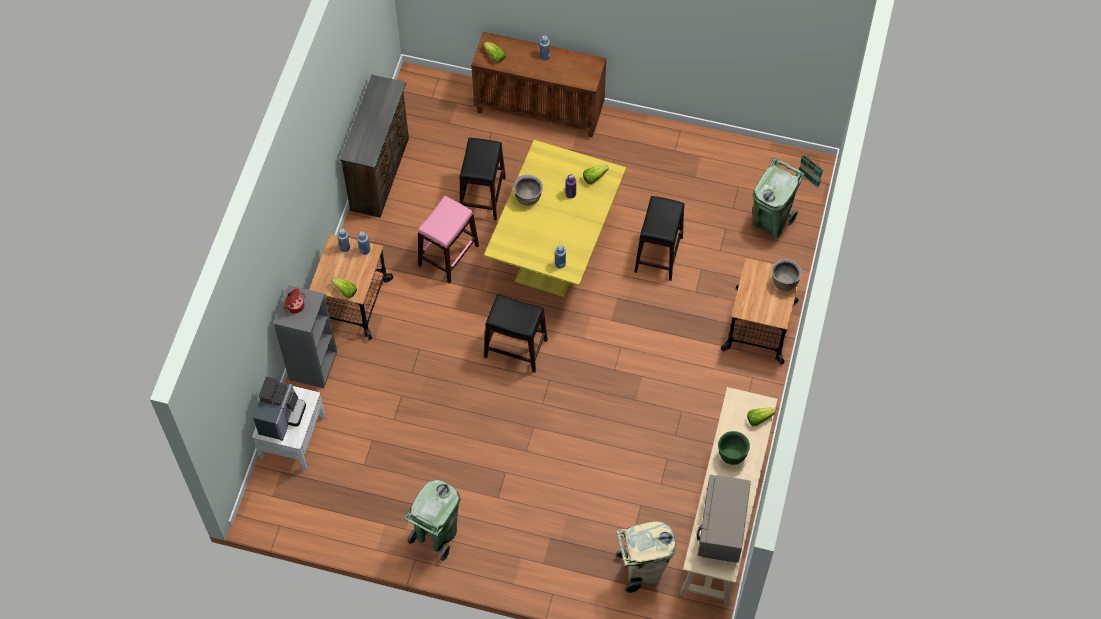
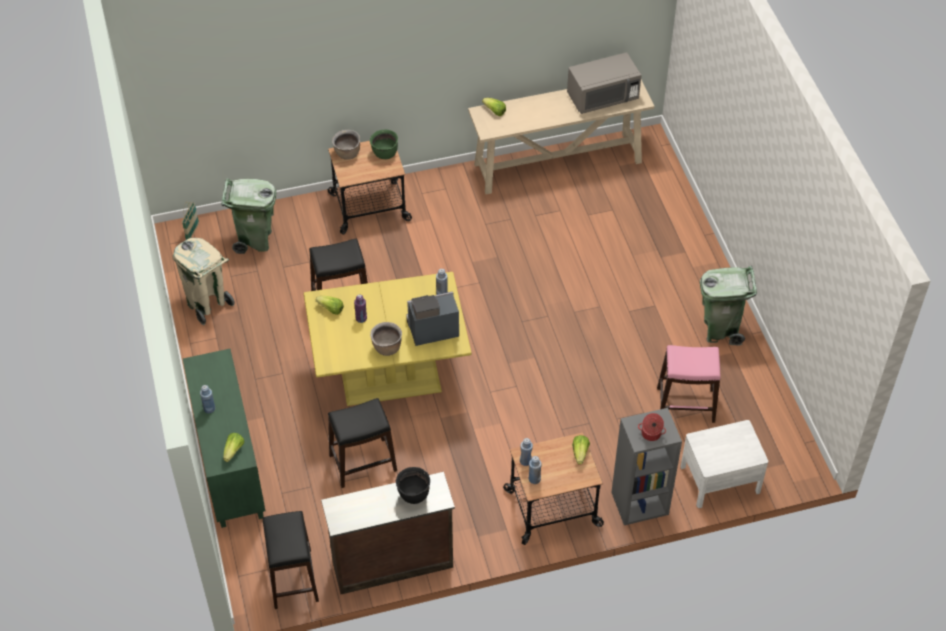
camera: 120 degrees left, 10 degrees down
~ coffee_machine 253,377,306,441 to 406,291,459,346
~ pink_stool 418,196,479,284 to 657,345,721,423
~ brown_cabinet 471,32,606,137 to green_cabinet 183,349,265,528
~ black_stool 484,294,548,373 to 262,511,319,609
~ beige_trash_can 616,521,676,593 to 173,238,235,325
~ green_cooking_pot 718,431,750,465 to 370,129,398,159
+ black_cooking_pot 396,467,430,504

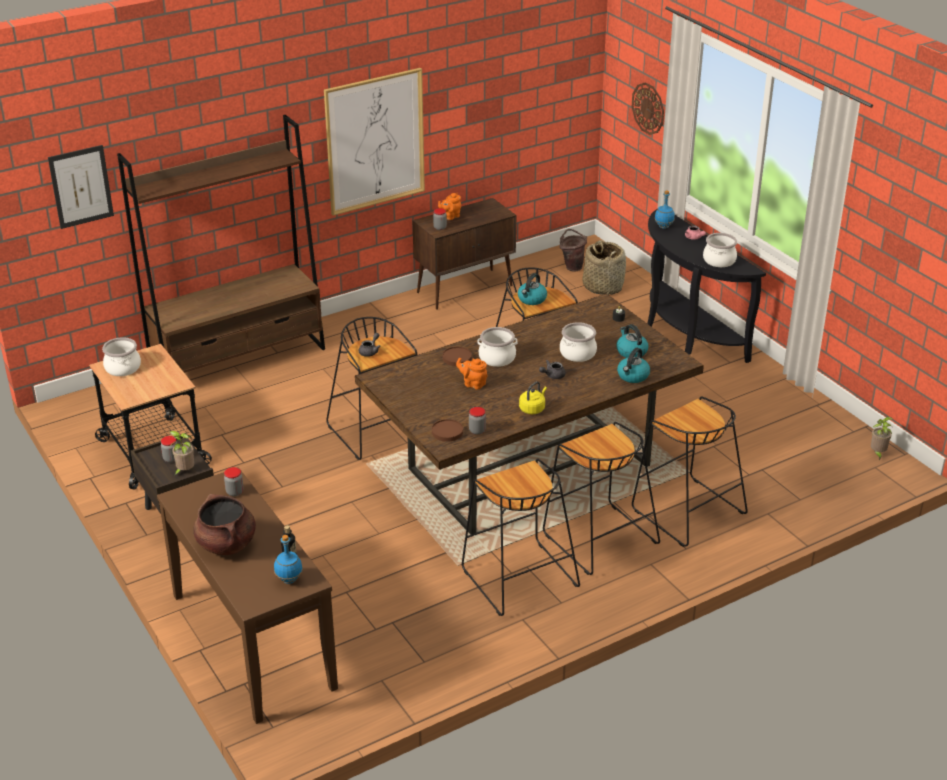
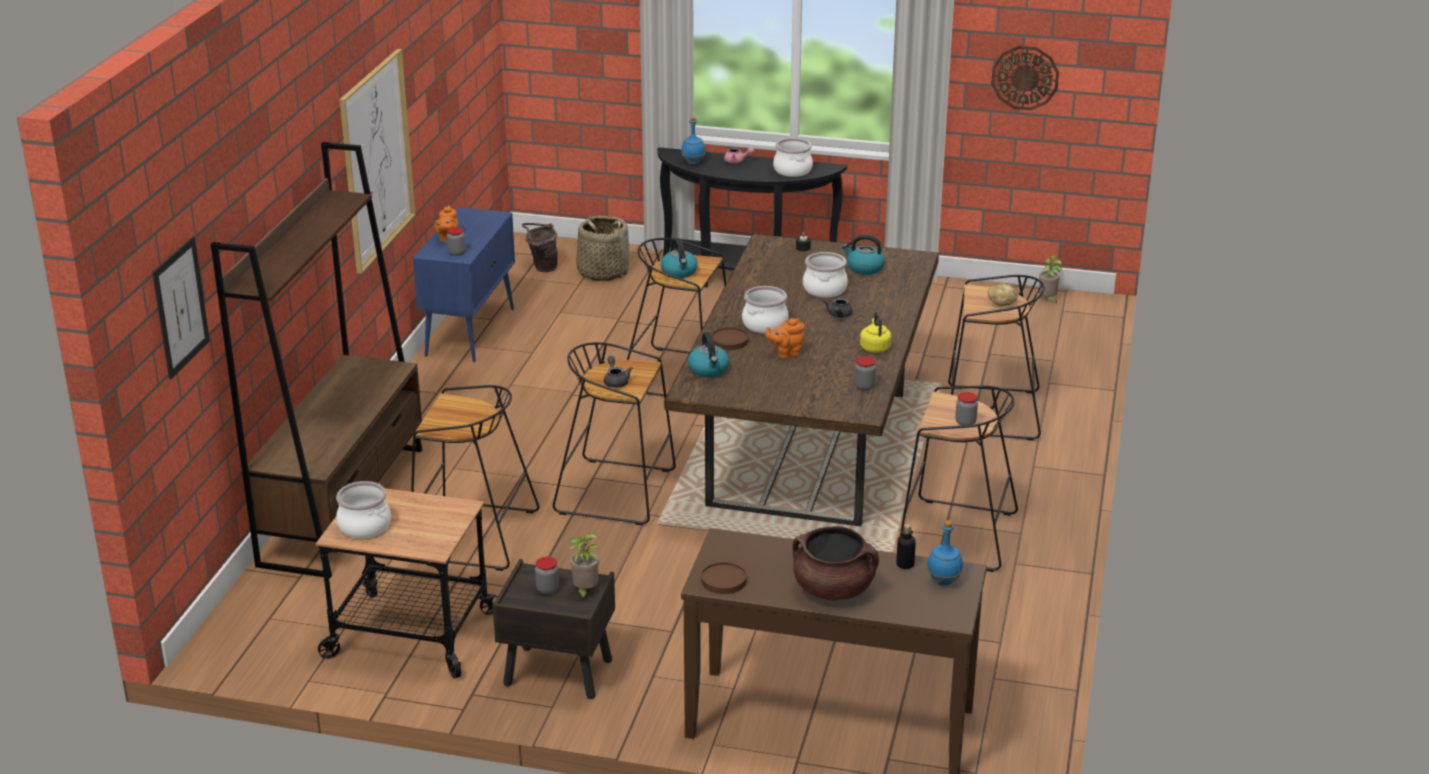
camera: 45 degrees left, 5 degrees down
~ jar 224,467,244,496 to 955,392,978,426
~ brown_cabinet 412,198,516,310 to blue_cabinet 413,207,515,363
~ brown_plate 432,419,463,442 to 701,562,747,594
~ black_stool 543,422,660,575 to 411,385,539,571
~ kettle 617,348,650,383 to 688,332,729,377
~ wall_clock 632,82,664,135 to 991,46,1059,110
+ bread 988,284,1018,306

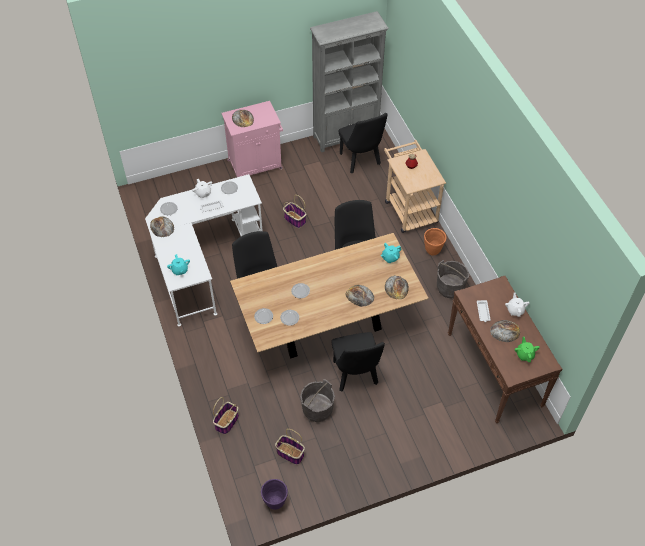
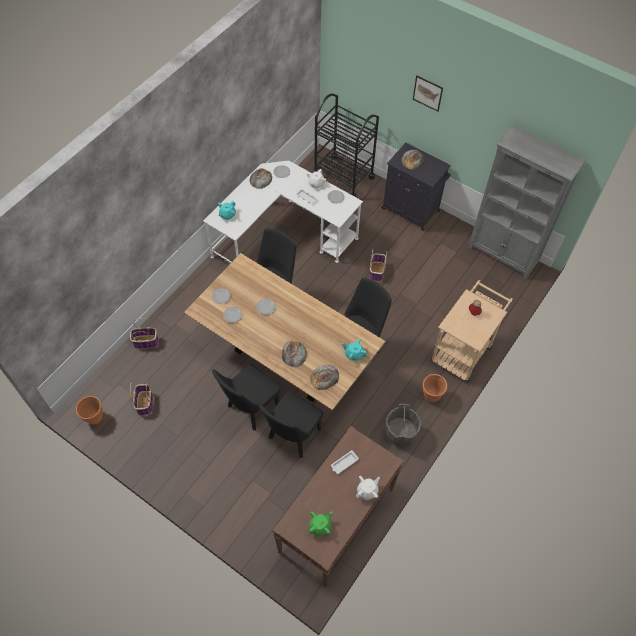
camera: 55 degrees right, 5 degrees up
~ pink_cabinet 221,101,283,177 to black_cabinet 382,143,451,231
~ purple_planter 261,479,288,510 to orange_planter 76,396,103,425
- grey_bucket 300,379,335,422
~ black_chair 338,113,388,174 to 259,391,323,458
- bread 490,320,520,342
+ black_cart 314,93,379,197
+ picture 413,76,443,112

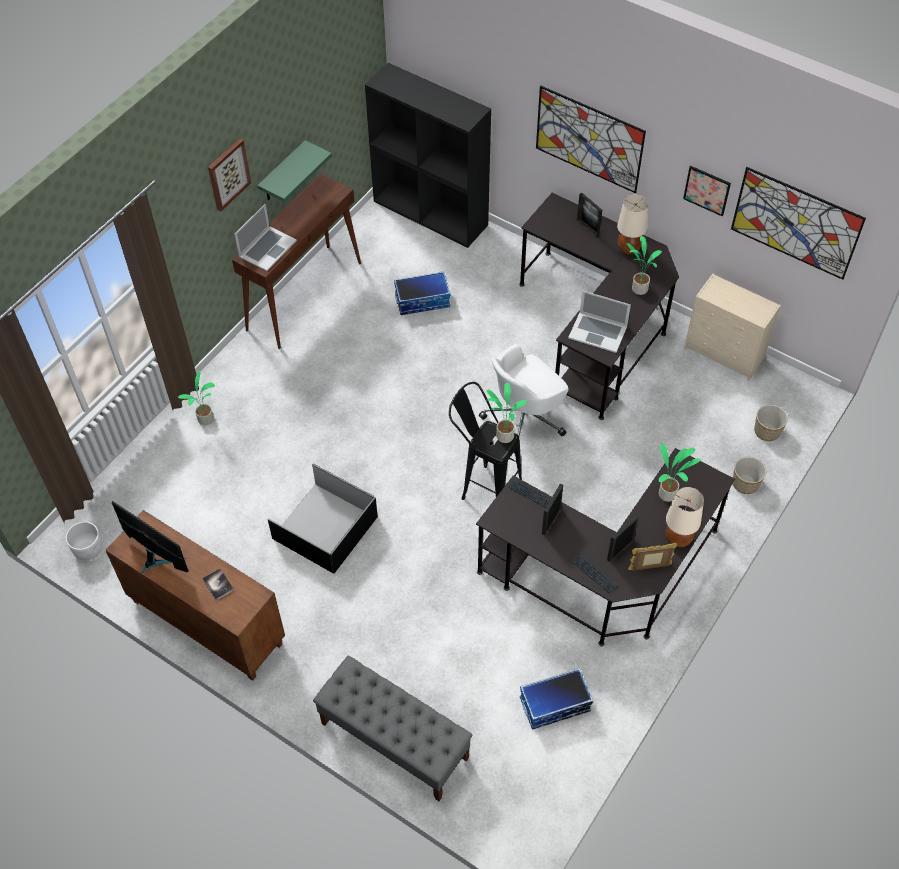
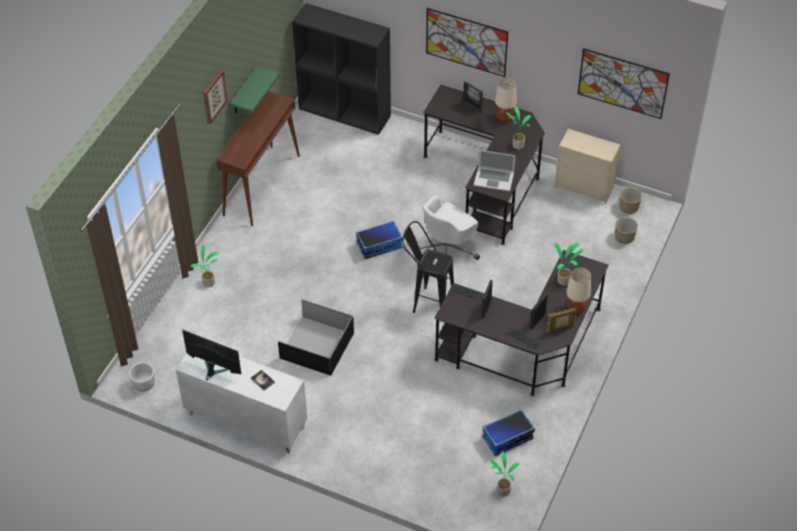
camera: 10 degrees left, 5 degrees down
~ brown_cabinet 105,510,285,681 to white_cabinet 176,353,307,454
- laptop 234,204,297,271
- grey_bench 313,655,473,801
~ storage_box 394,271,451,315 to 356,221,403,259
~ potted_plant 487,383,527,443 to 490,451,519,496
- picture 683,166,731,216
~ planter 733,457,766,494 to 620,187,642,214

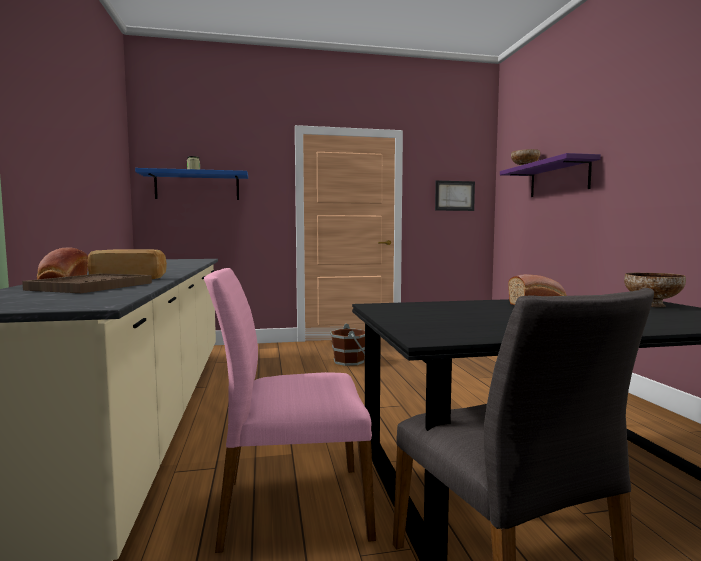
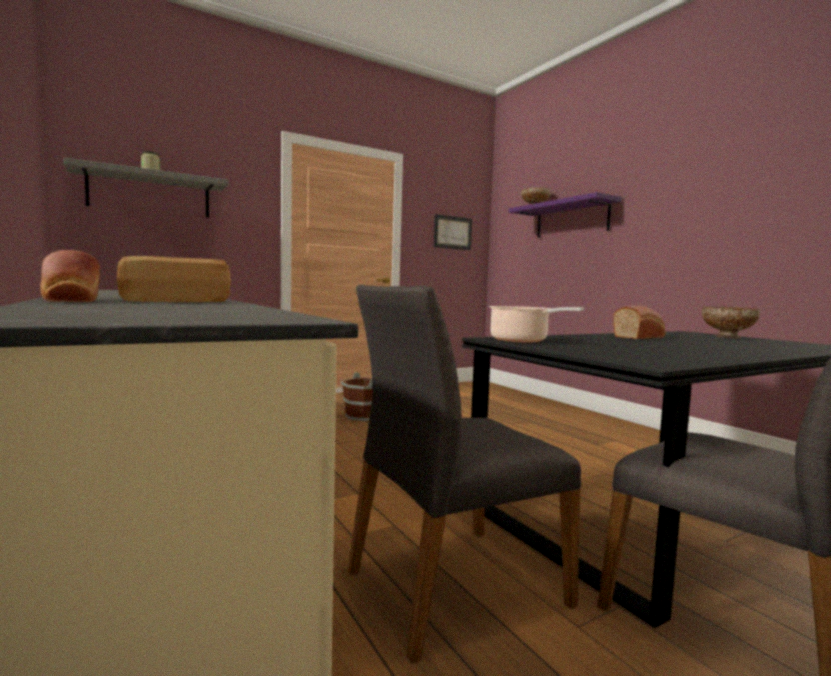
camera: 20 degrees left, 0 degrees up
- brown_tray 22,273,152,293
~ blue_shelf 135,168,248,200 to grey_shelf 63,157,228,218
~ pink_chair 204,268,376,553 to grey_chair 348,284,581,664
+ cooking_pot 489,306,584,343

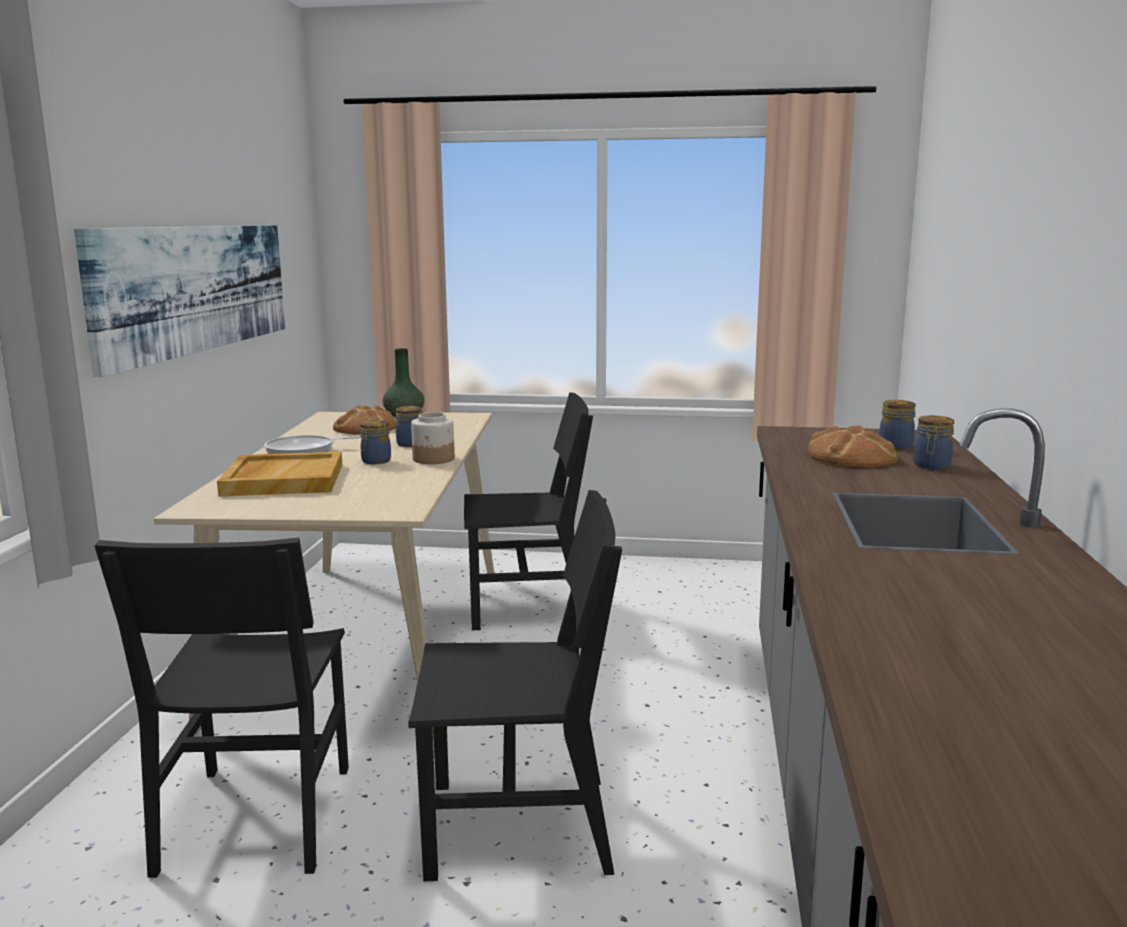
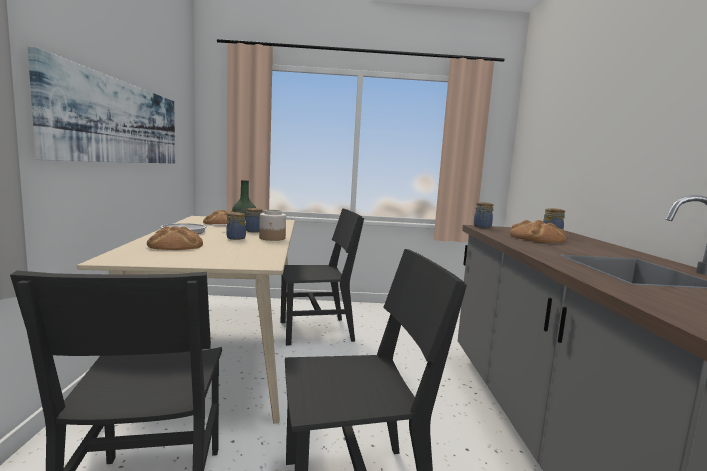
camera: 10 degrees left, 5 degrees down
~ beige_tray 217,452,342,496 to bread 147,226,203,250
~ jar 914,415,954,470 to 474,202,494,228

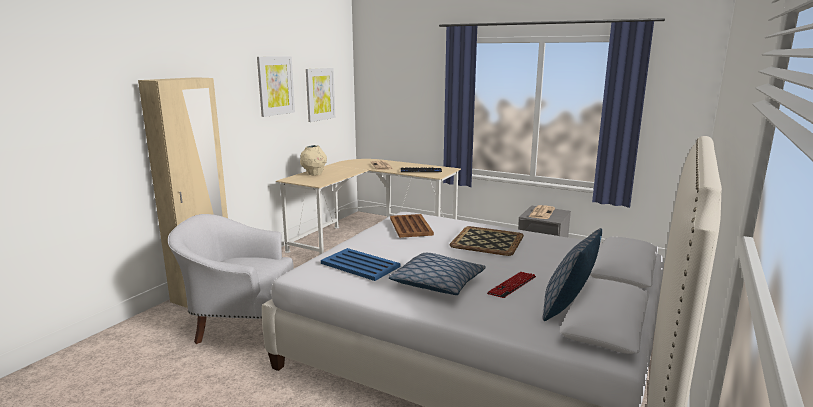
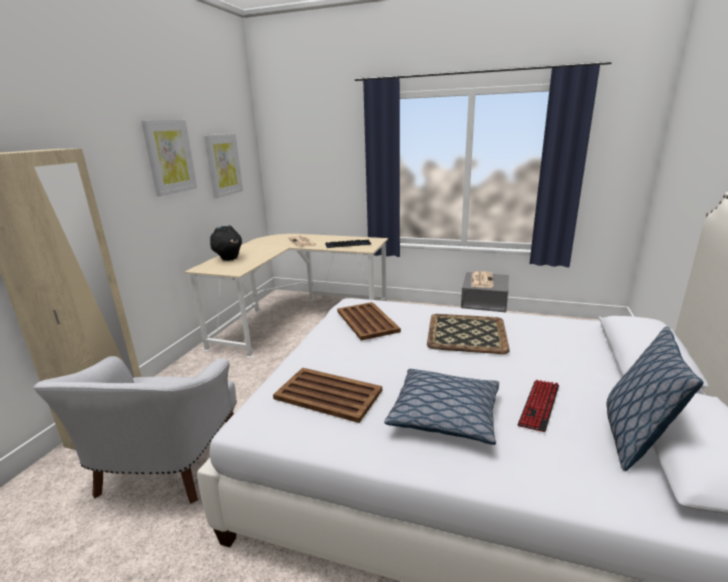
camera: 10 degrees left, 5 degrees up
~ white_armchair 168,214,294,344 = 33,356,237,504 75 degrees counterclockwise
~ beige_vase 300,145,327,176 to black_vase 210,225,242,261
~ blue_tray 321,248,400,281 to brown_tray 273,368,382,423

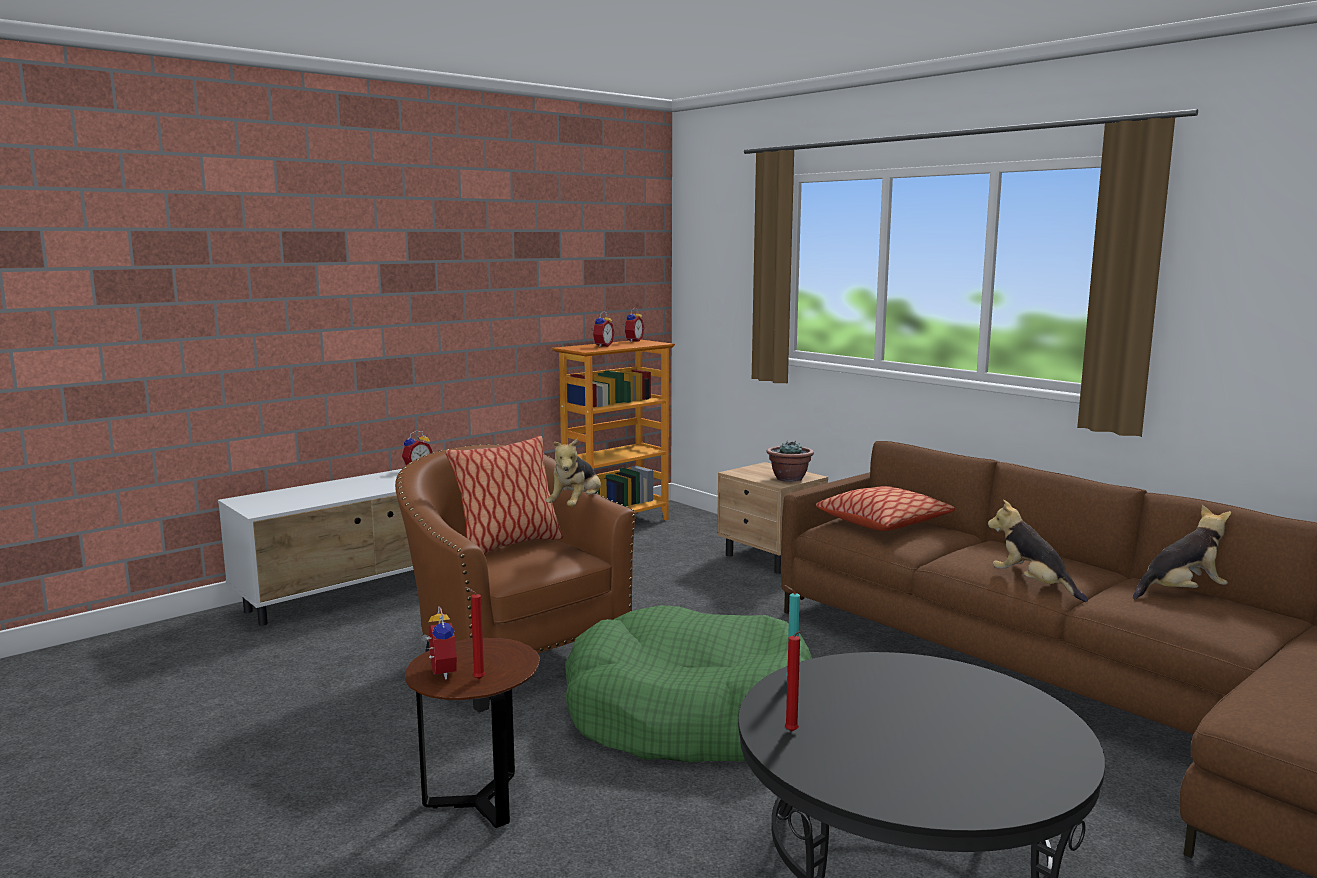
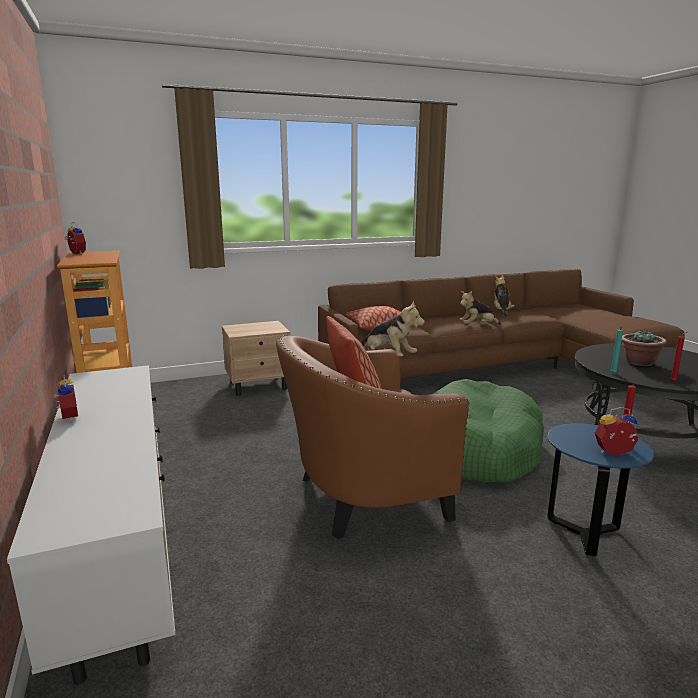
camera: 70 degrees left, 5 degrees up
~ brown_side_table 405,638,540,828 to blue_side_table 547,423,654,556
- alarm_clock 592,311,614,347
~ potted_plant 767,440,814,482 to 621,330,667,366

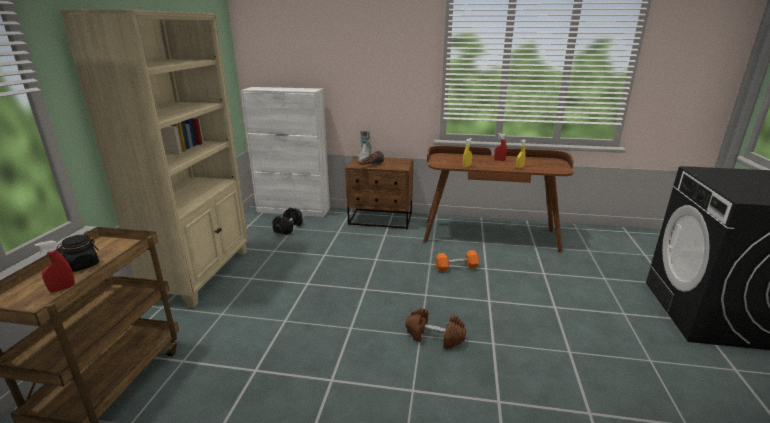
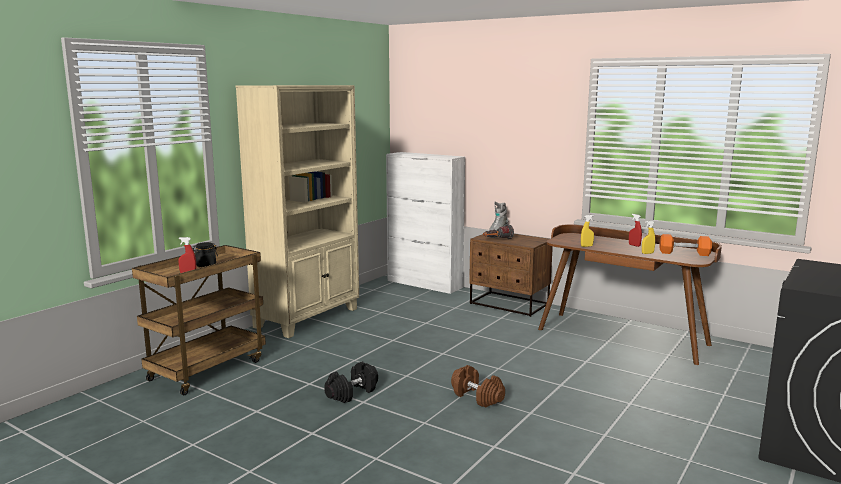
camera: 25 degrees right, 10 degrees down
~ black_dumbbell 272,207,303,235 to 325,361,378,403
~ orange_dumbbell 435,250,479,272 to 660,234,712,256

